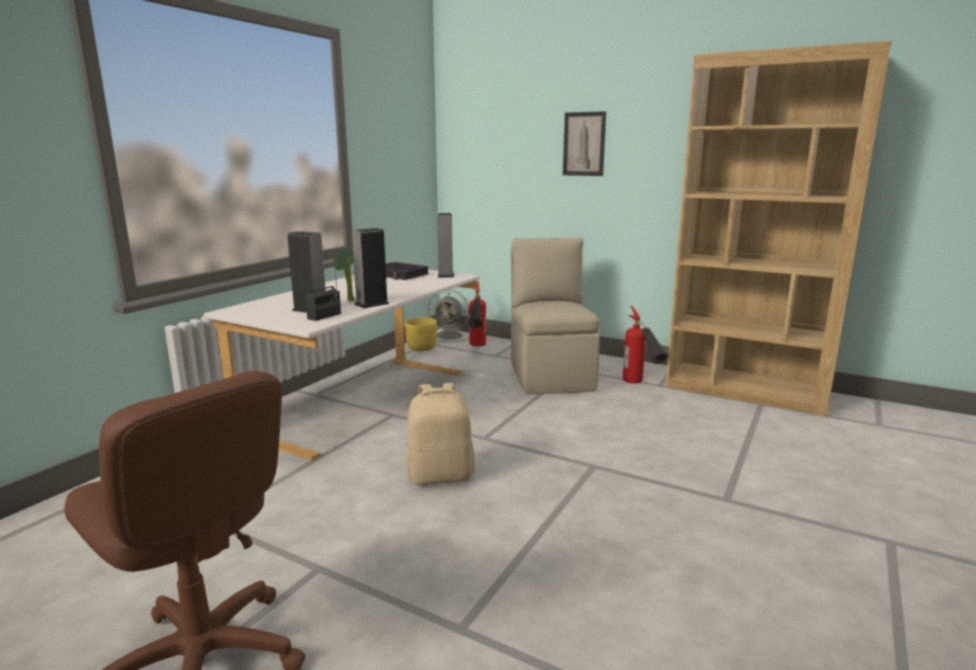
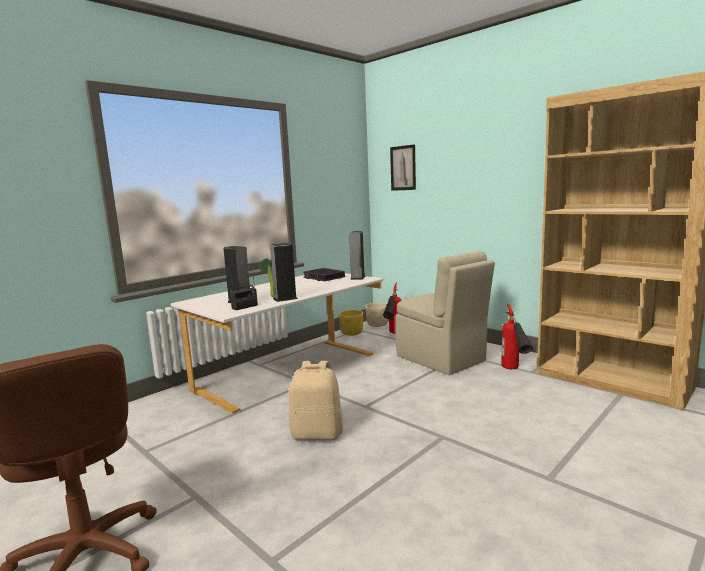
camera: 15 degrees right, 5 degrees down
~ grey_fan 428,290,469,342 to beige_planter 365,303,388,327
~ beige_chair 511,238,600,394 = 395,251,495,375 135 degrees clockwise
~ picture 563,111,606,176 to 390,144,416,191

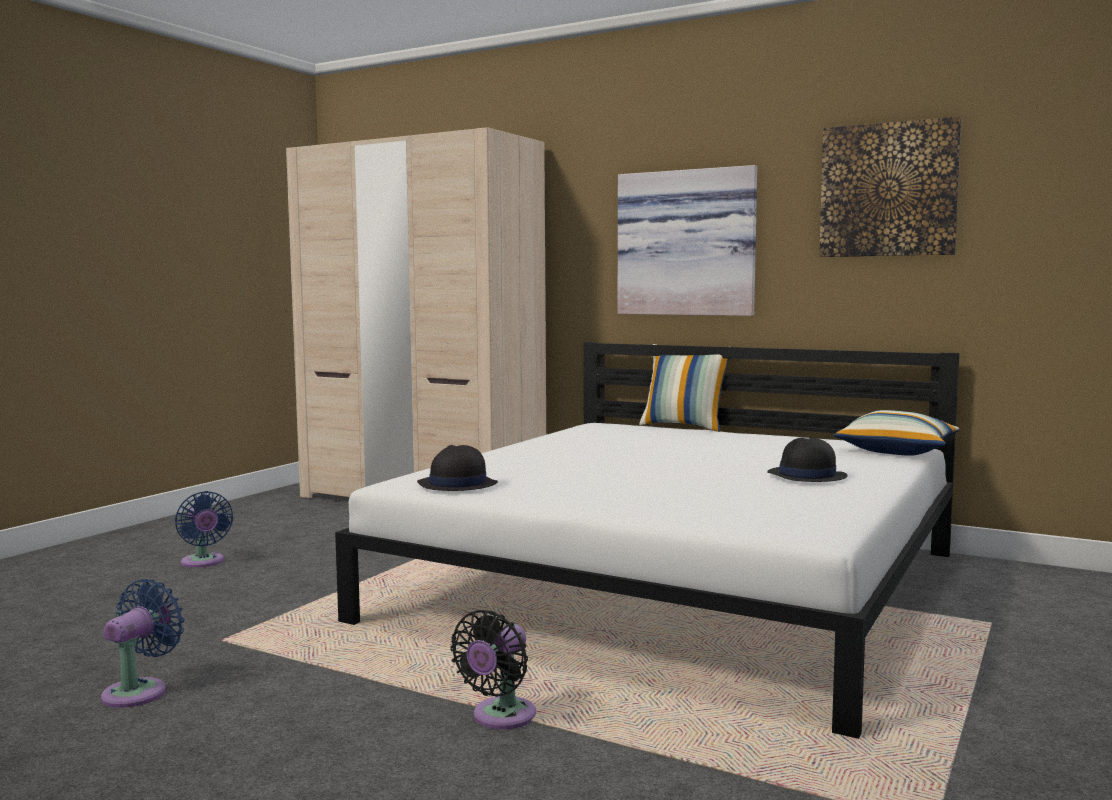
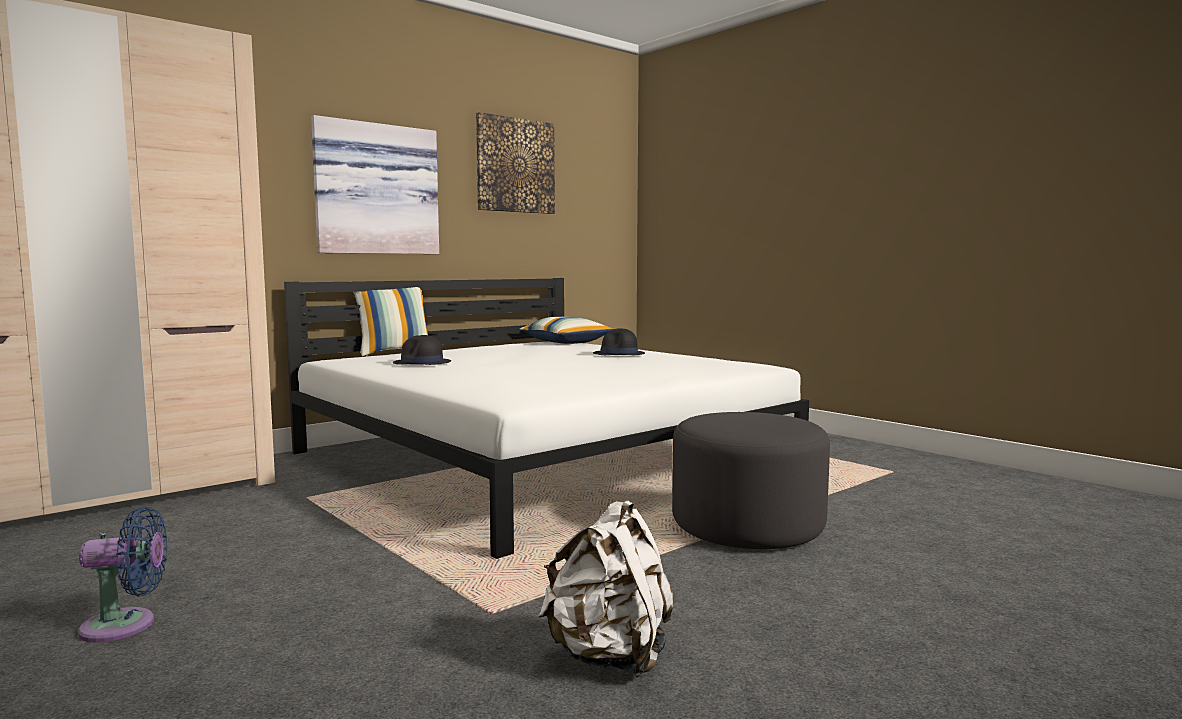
camera: 70 degrees left, 0 degrees up
~ blue_fan 101,579,185,708 to white_backpack 538,500,675,678
~ black_hat 417,445,498,491 to 393,335,451,365
~ black_fan 450,610,536,729 to grey_ottoman 672,412,830,549

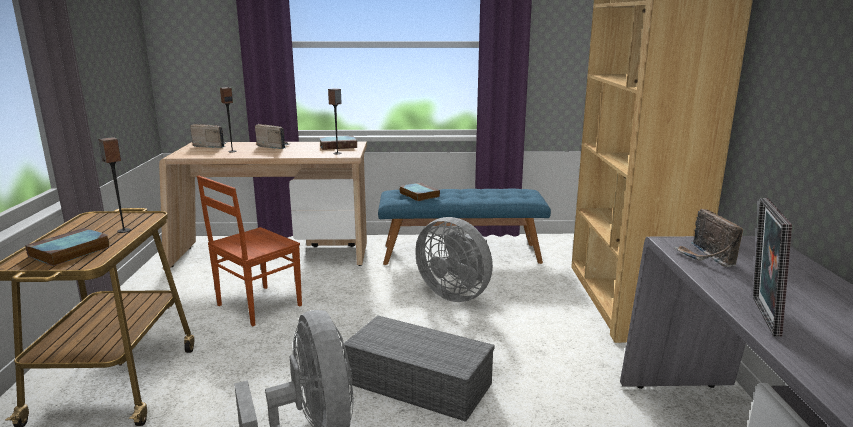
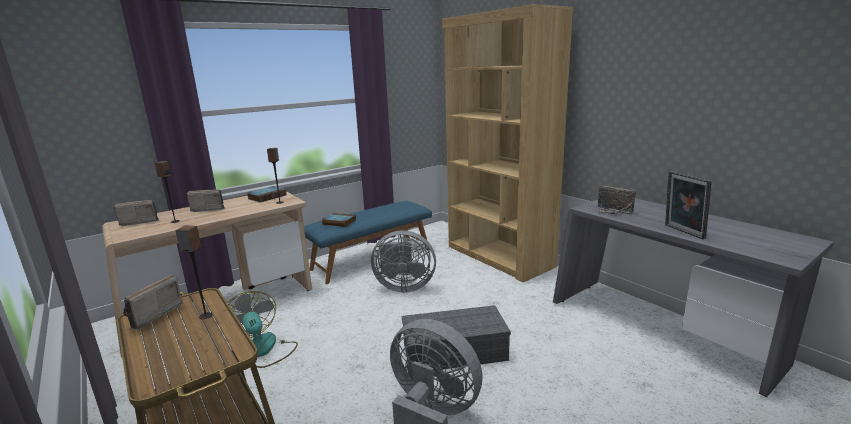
camera: 35 degrees left, 0 degrees up
- book 25,228,111,266
~ brown_chair 197,176,302,326 to fan 228,291,298,368
+ radio 123,275,184,329

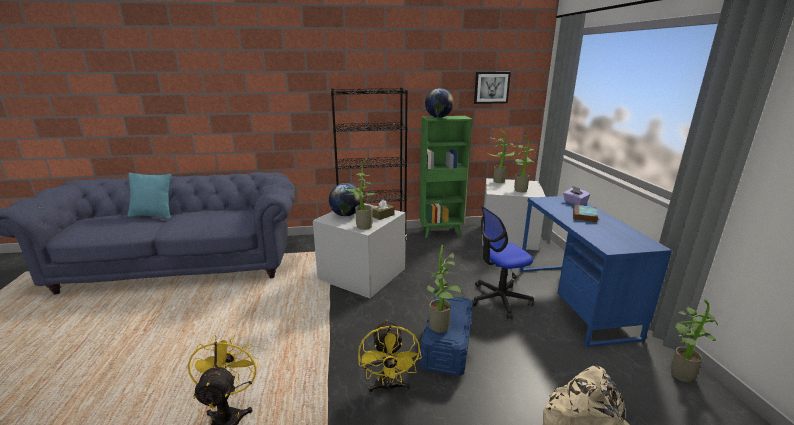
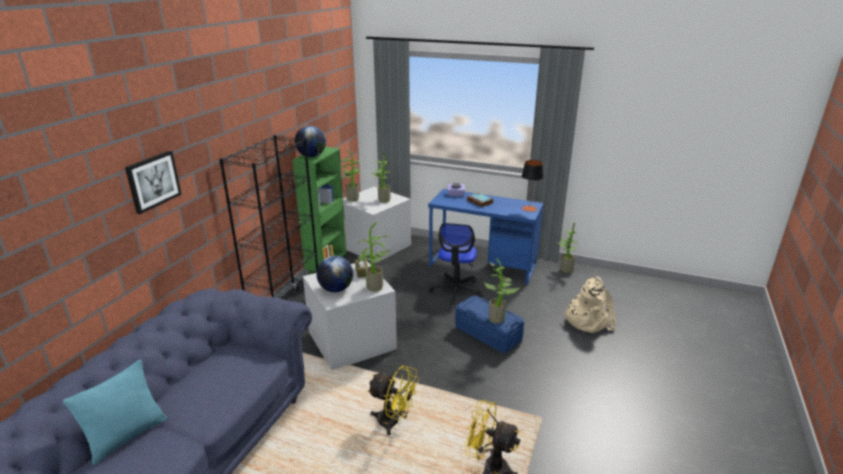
camera: 60 degrees left, 5 degrees up
~ yellow_fan 358,320,422,393 to 367,366,419,435
~ picture 474,72,511,104 to 125,151,182,214
+ table_lamp 522,160,544,212

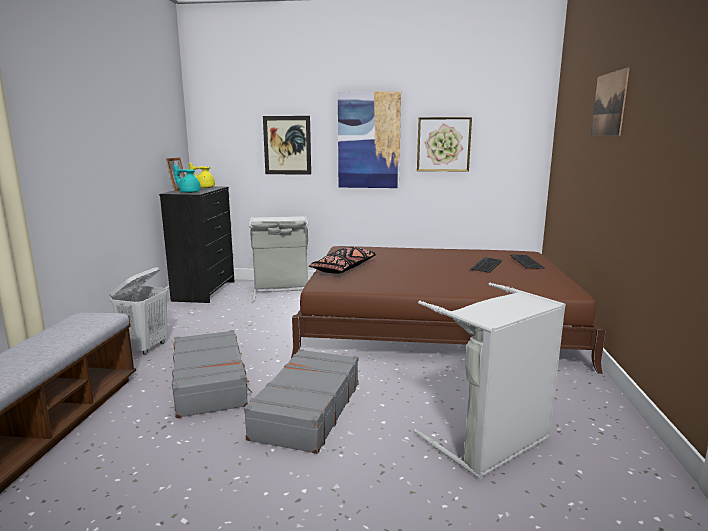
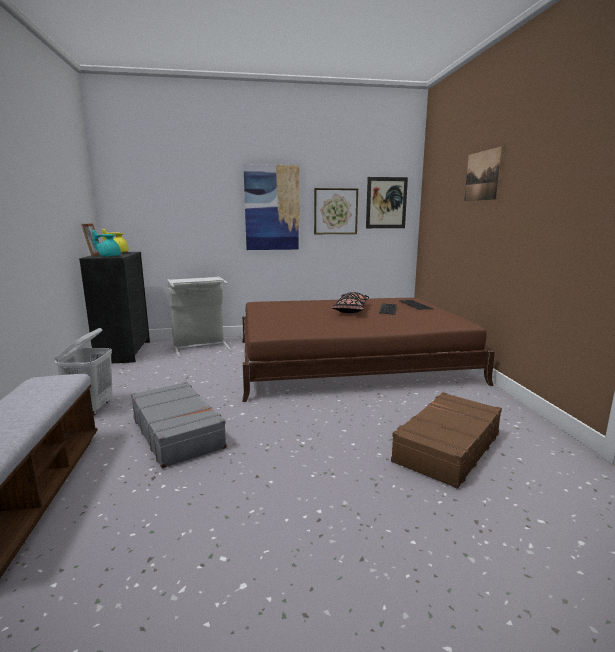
camera: 15 degrees left, 0 degrees up
- grey_suitcase 244,349,359,454
~ picture 263,116,311,175 to 366,177,408,228
~ black_pillow 309,247,377,274 to 332,292,369,313
~ grey_laundry_basket 413,283,566,479 to brown_suitcase 391,392,502,489

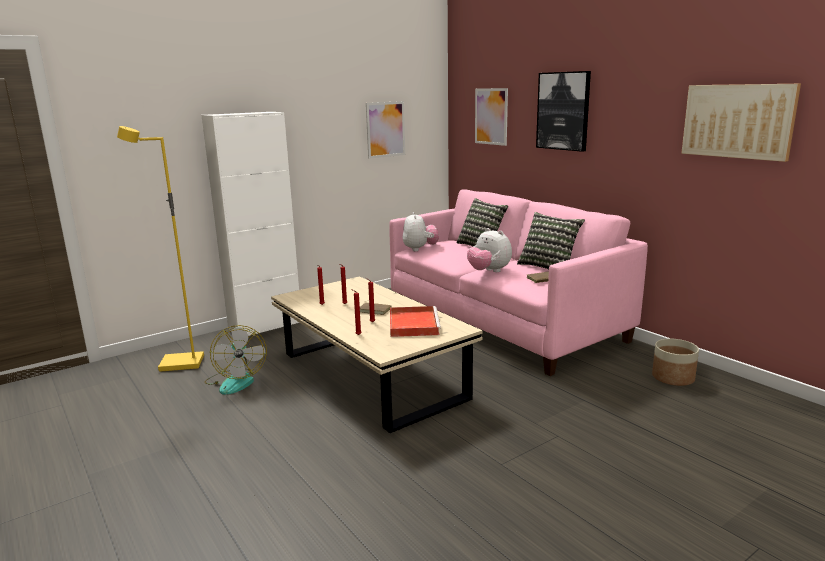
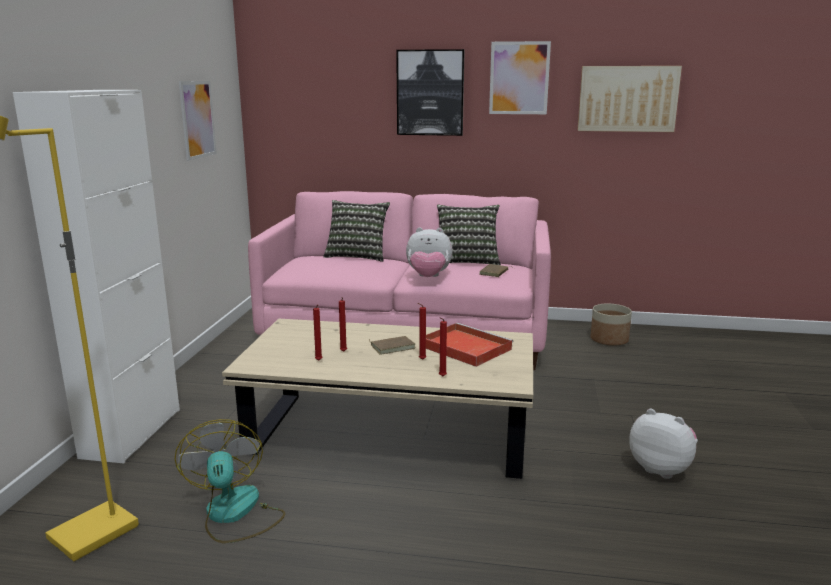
camera: 45 degrees left, 0 degrees up
~ fan 204,325,267,395 = 175,419,285,543 135 degrees counterclockwise
~ plush_toy 403,212,439,251 to 629,409,698,479
~ picture 475,88,508,146 to 489,41,551,114

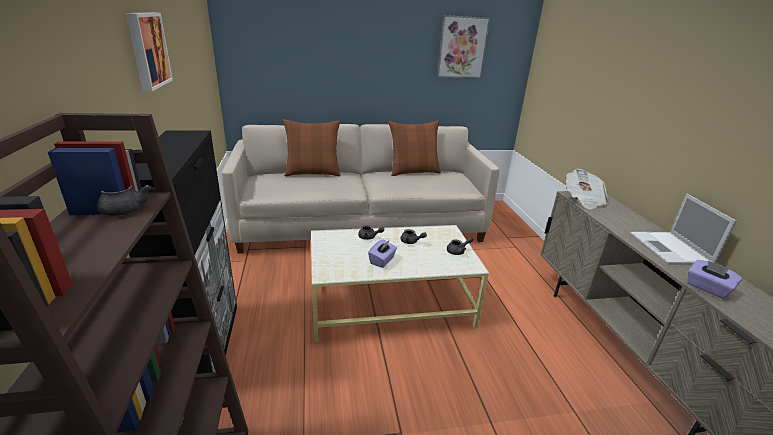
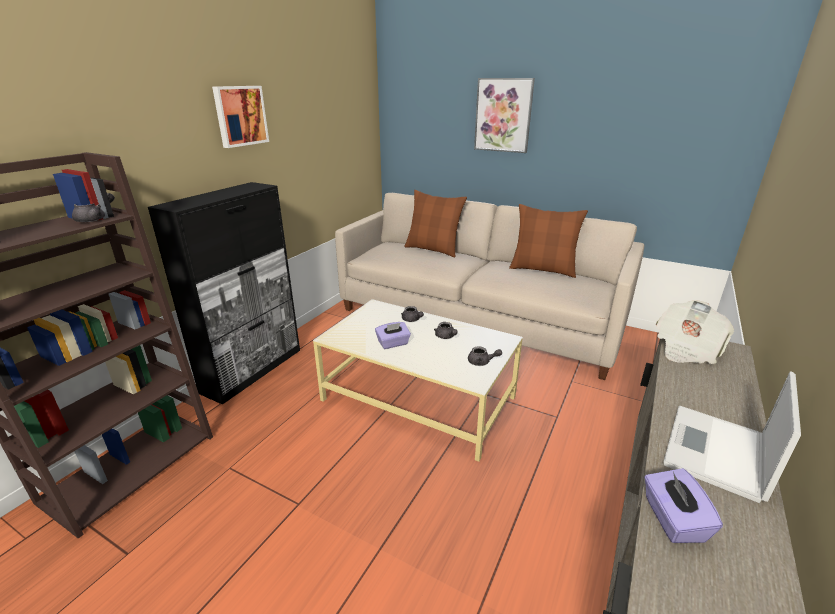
camera: 40 degrees right, 0 degrees up
~ picture 437,15,490,79 to 474,78,535,153

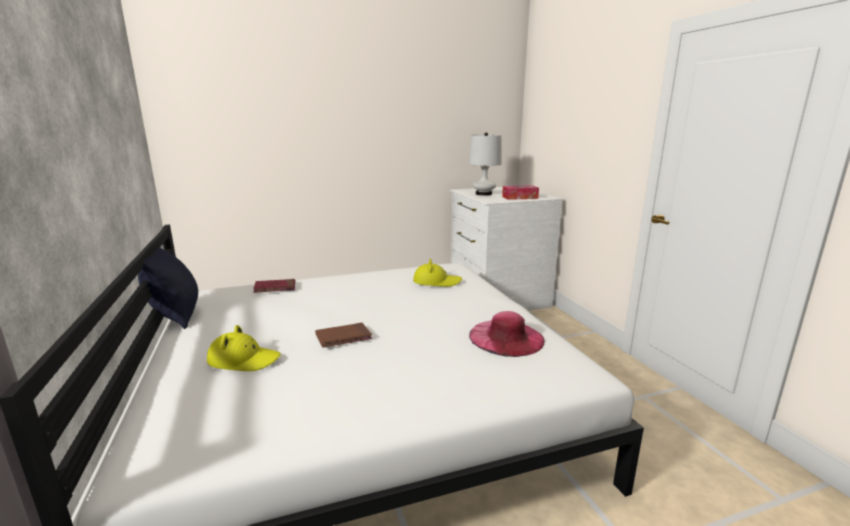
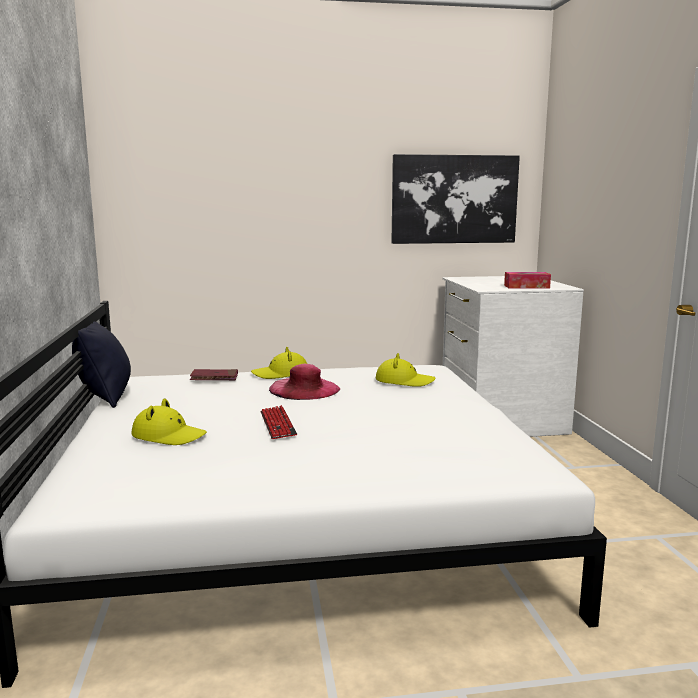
camera: 10 degrees right, 5 degrees down
~ brown_book 315,322,372,348 to keyboard 260,405,297,439
- white_table_lamp 469,132,502,196
~ pink_hat 469,311,545,357 to 269,364,340,400
+ yellow_hat 251,347,307,379
+ picture 391,154,520,244

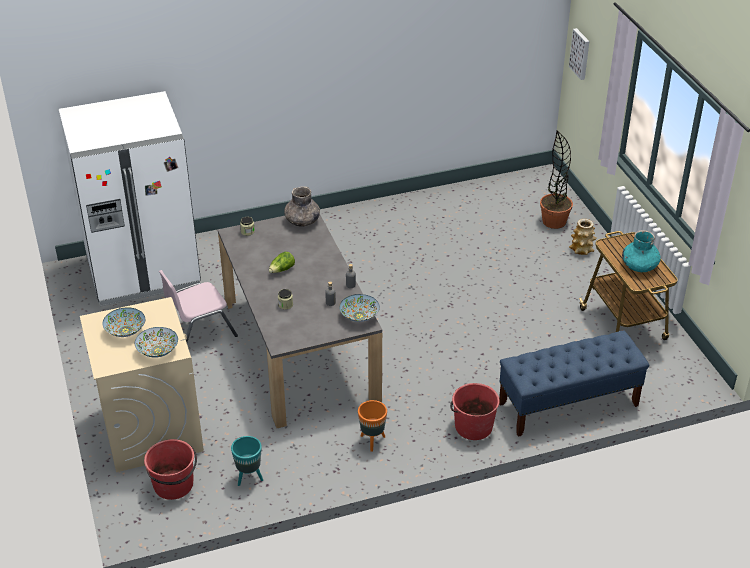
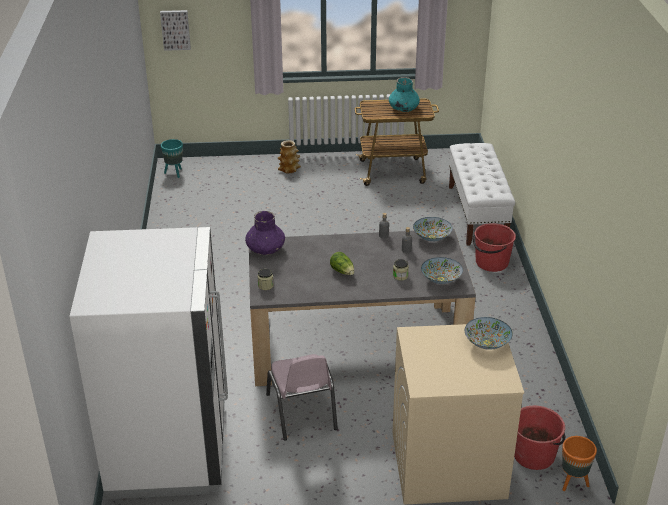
camera: 75 degrees left, 5 degrees down
~ bowl 102,307,145,337 to 421,257,463,284
~ turquoise_planter 231,436,263,486 to 161,139,183,178
~ grey_vase 284,186,320,227 to purple_vase 245,211,285,255
~ orange_planter 358,400,387,452 to 562,436,597,491
~ blue_bench 499,331,649,437 to white_bench 449,143,515,246
- potted_plant 540,130,573,229

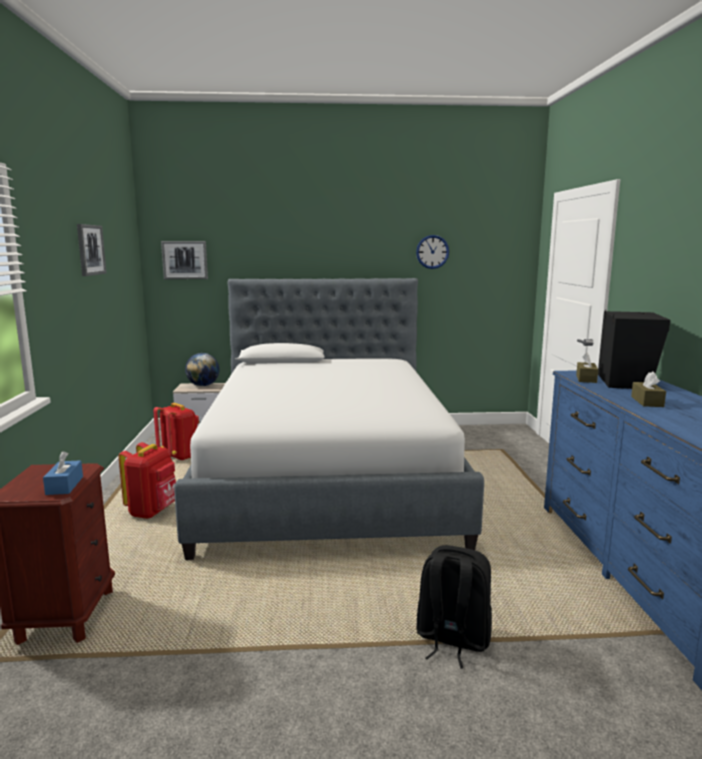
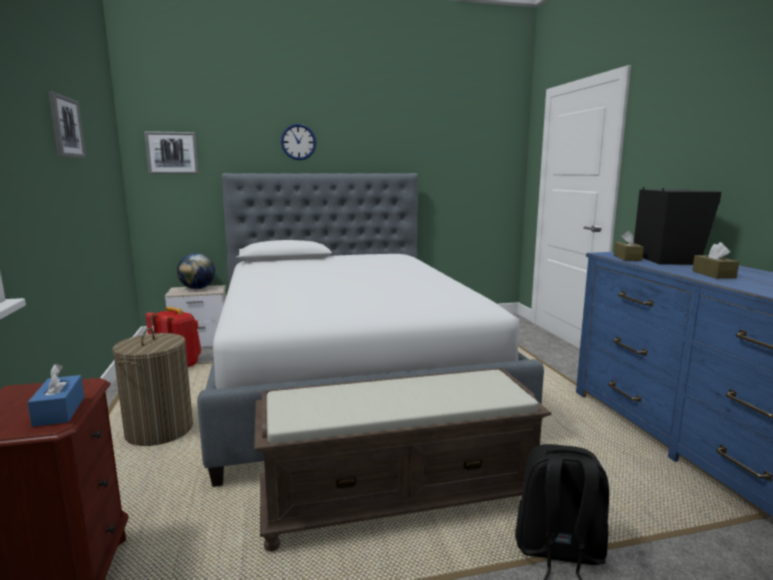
camera: 10 degrees left, 0 degrees up
~ red_backpack 118,442,176,519 to laundry_basket 112,328,193,446
~ wall_clock 416,235,449,269 to 281,124,316,160
+ brown_bench 254,368,552,551

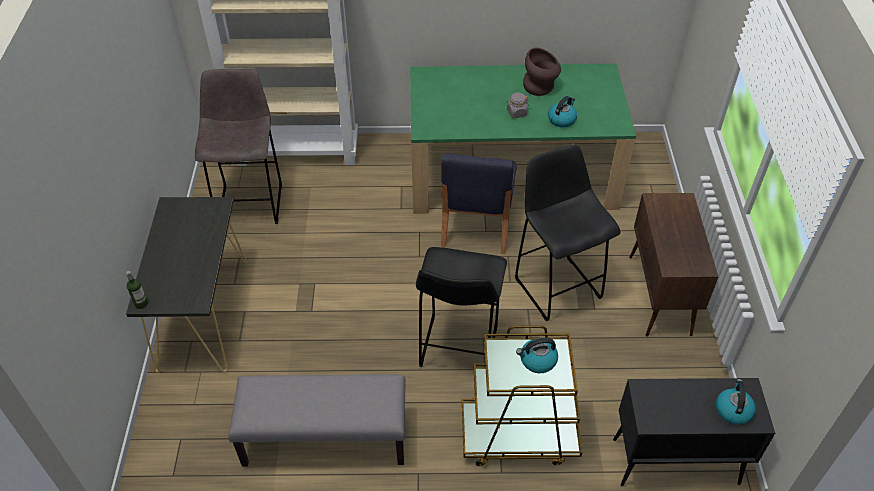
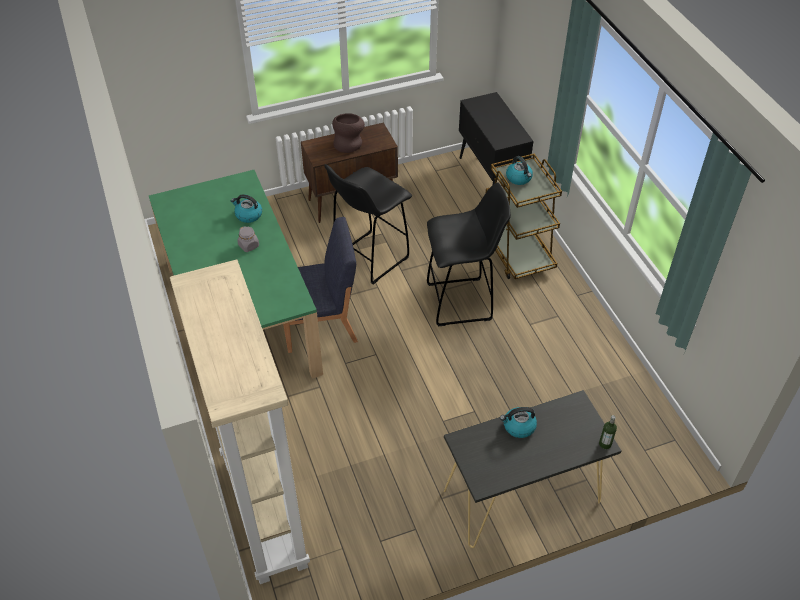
camera: 110 degrees left, 0 degrees up
- grey_stool 195,69,282,224
- grey_bench 228,375,406,467
~ brown_vase 523,48,561,96 to 332,113,365,153
~ kettle 716,379,756,425 to 500,407,537,438

